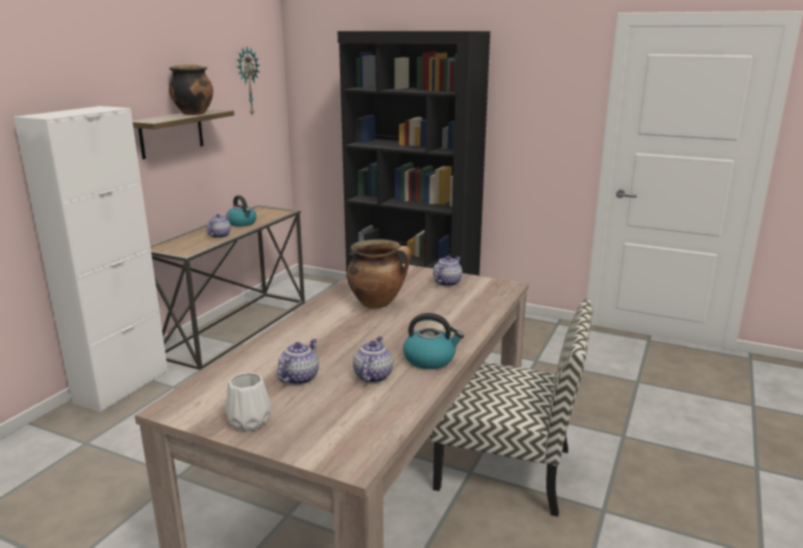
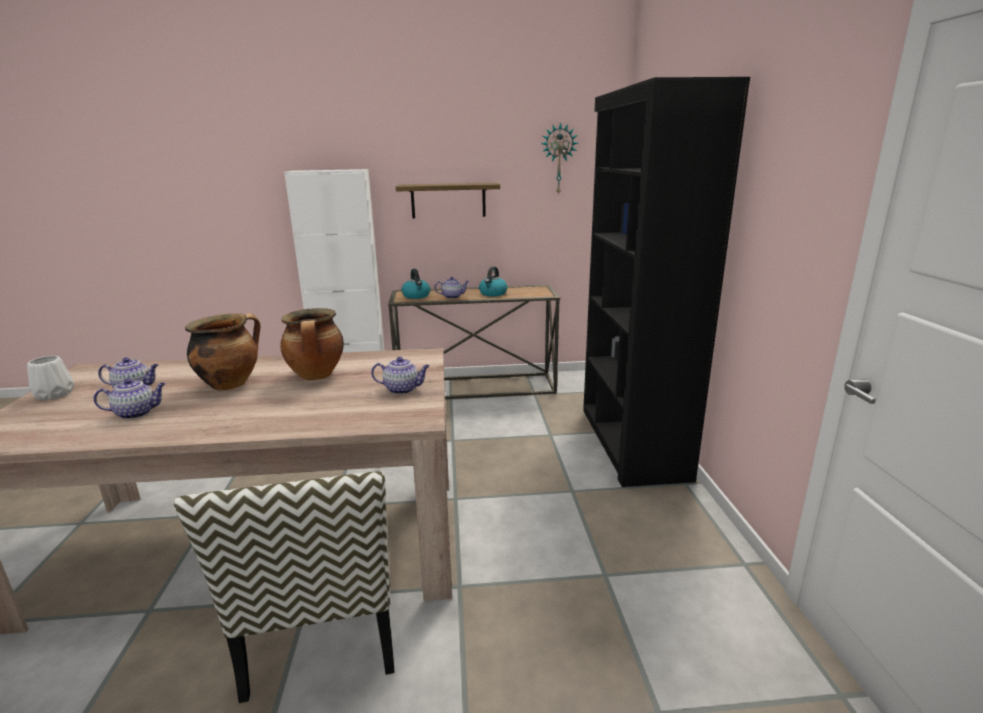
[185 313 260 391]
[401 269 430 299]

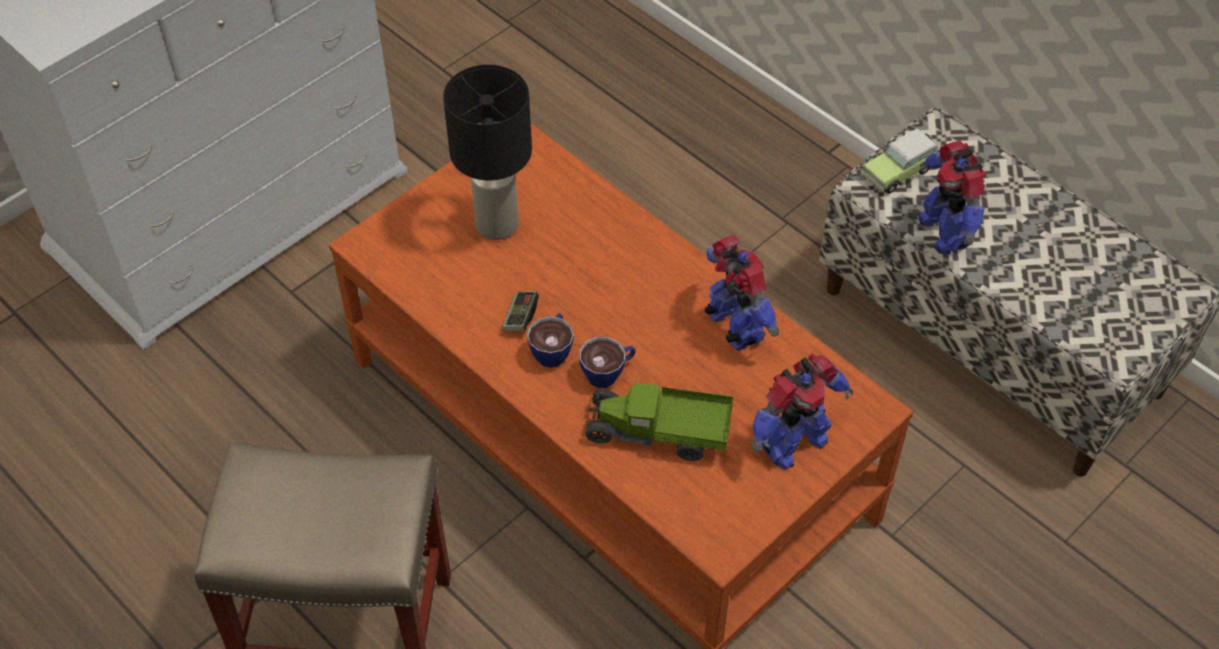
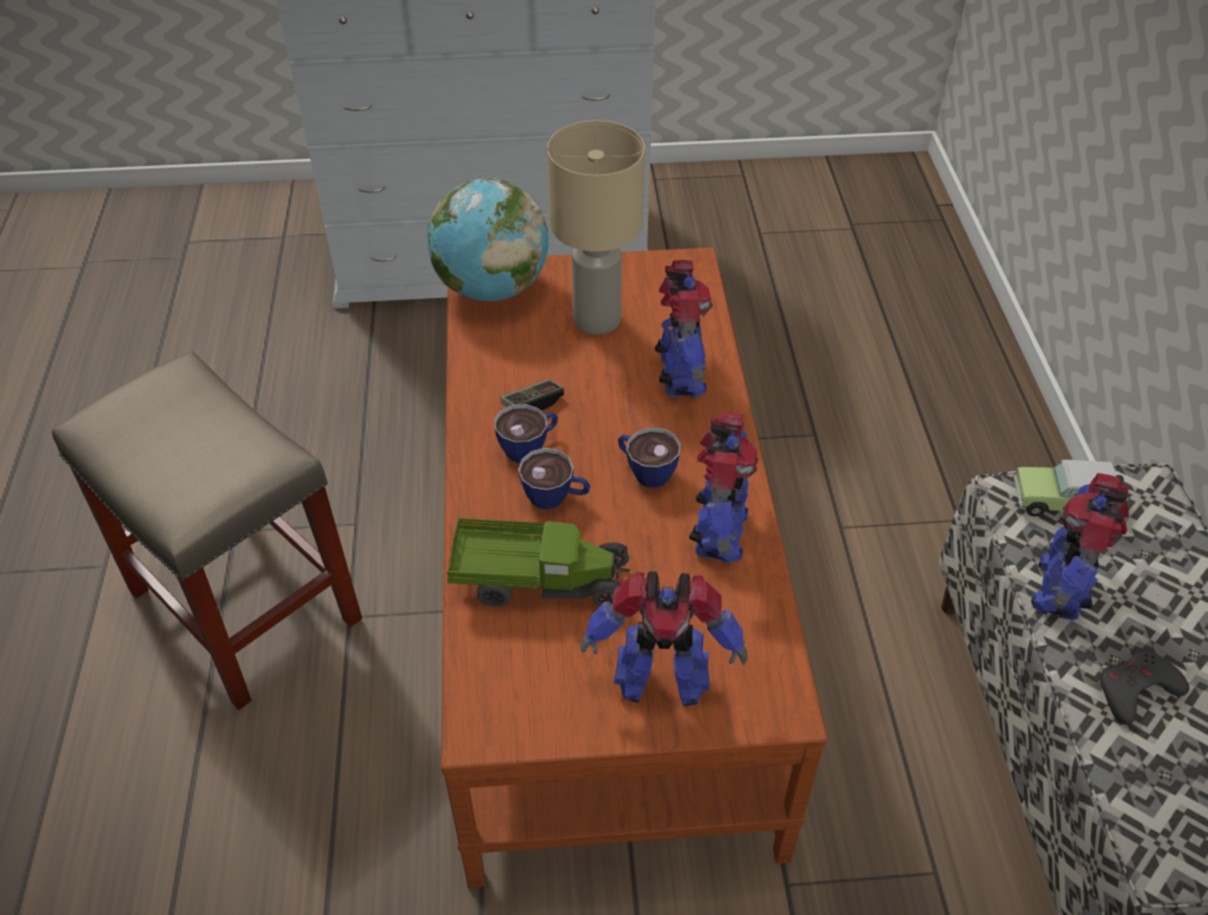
[427 178 549 301]
[446 517 631 606]
[547 120 645 335]
[618 427 681 488]
[655 260 713 398]
[1100 650 1189 725]

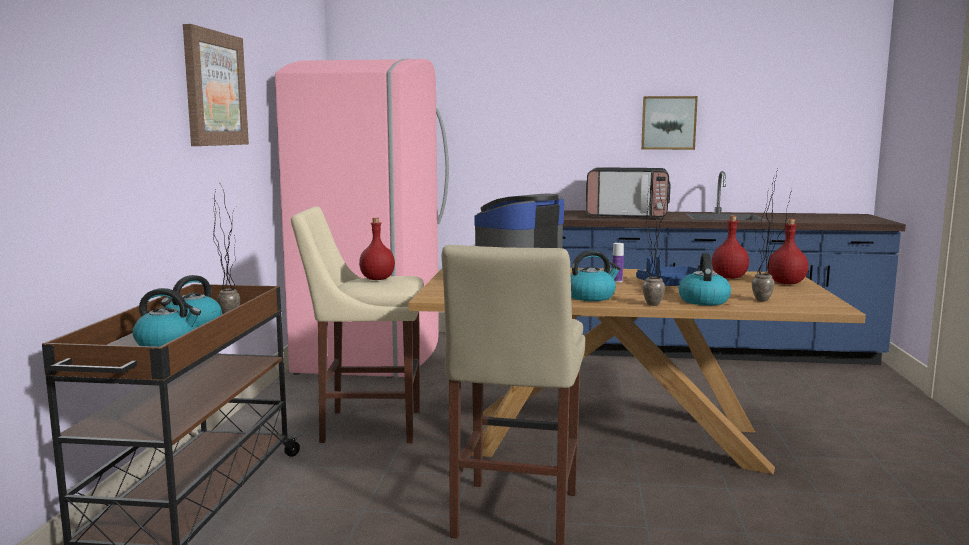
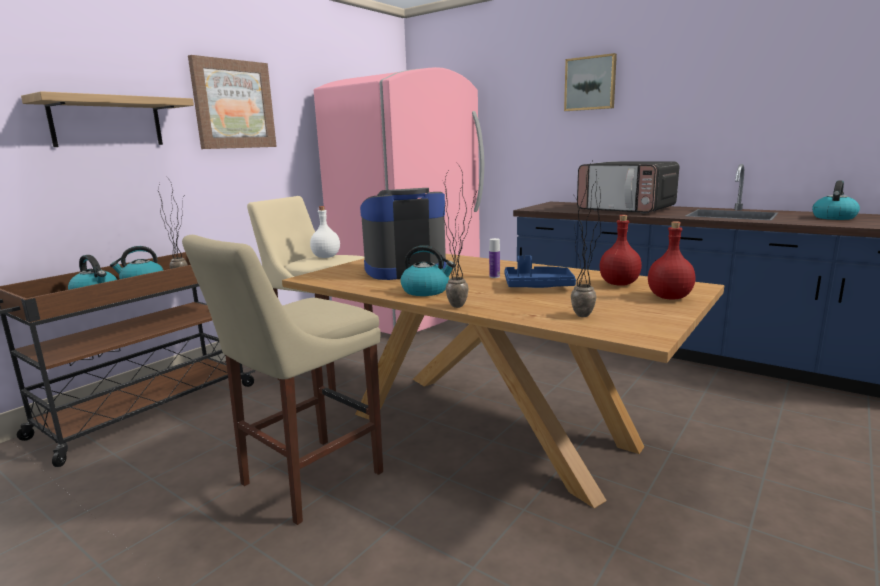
[21 91 194 147]
[310 206 340 258]
[564 53 617 111]
[812 181 860 220]

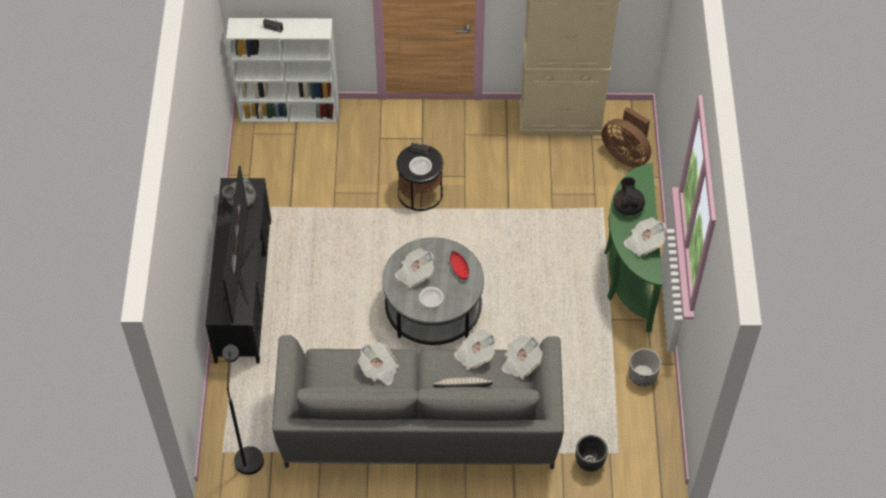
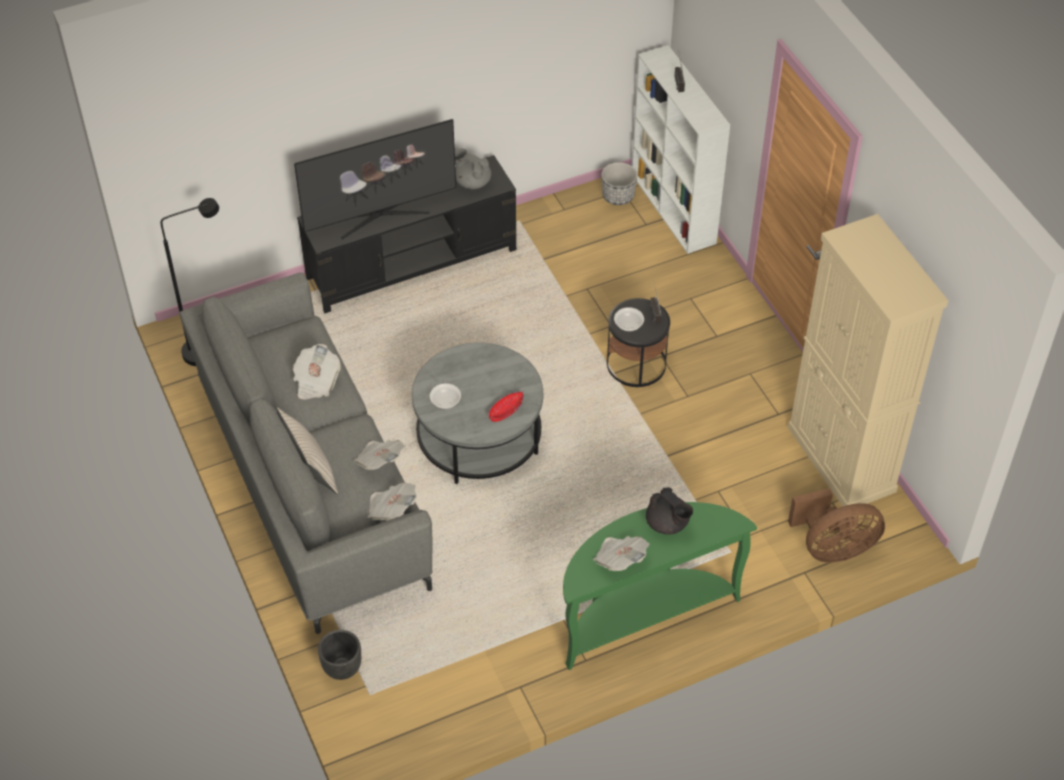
[602 162 637 205]
[646 487 693 534]
[788 488 885 563]
[395 248 434 288] (first image)

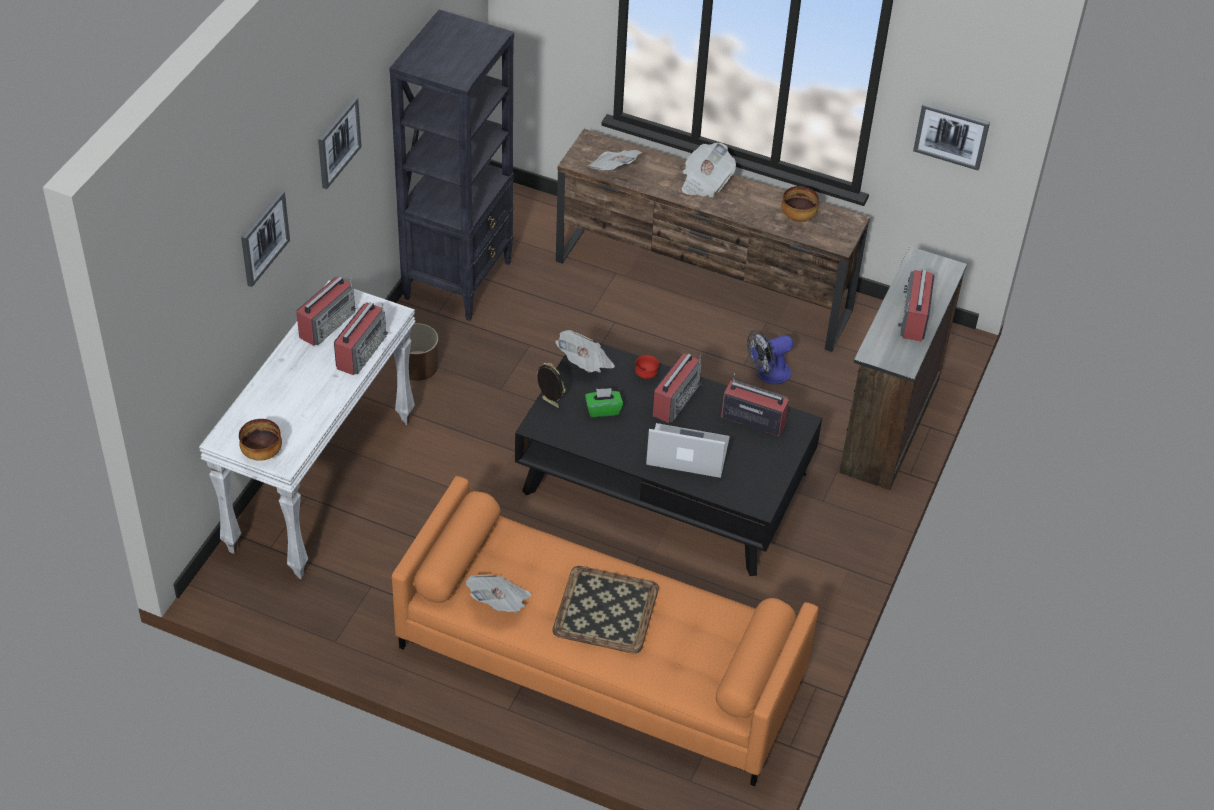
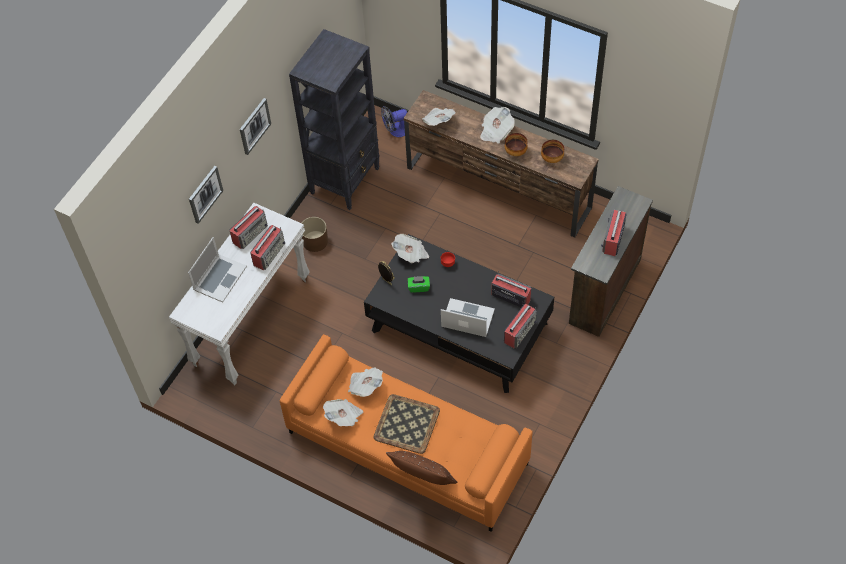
[188 237 247 302]
[348 367 383 397]
[381 106 407 137]
[386 451 458 485]
[504 304 537 348]
[505 133 528 156]
[913 102 990 170] (first image)

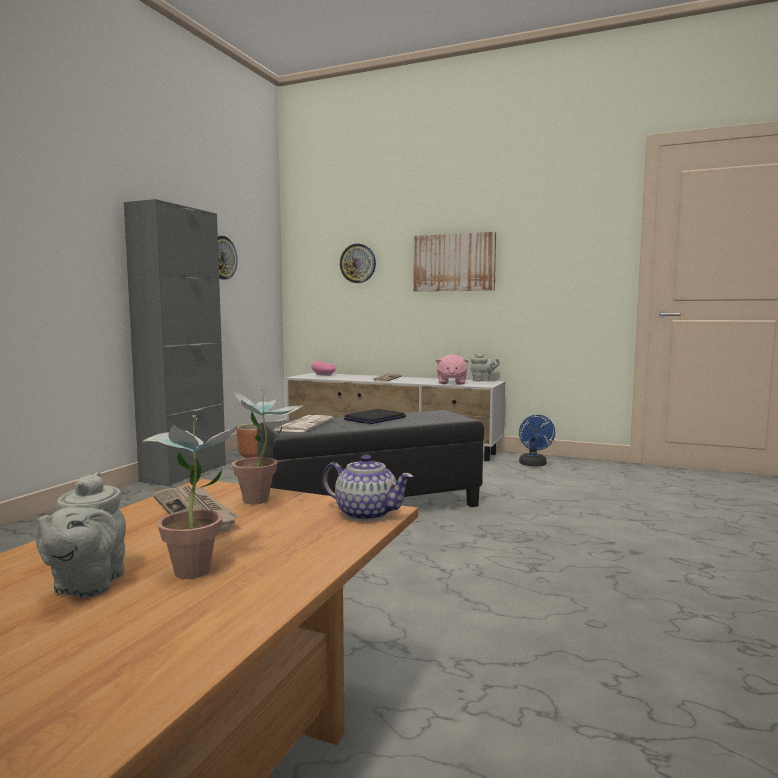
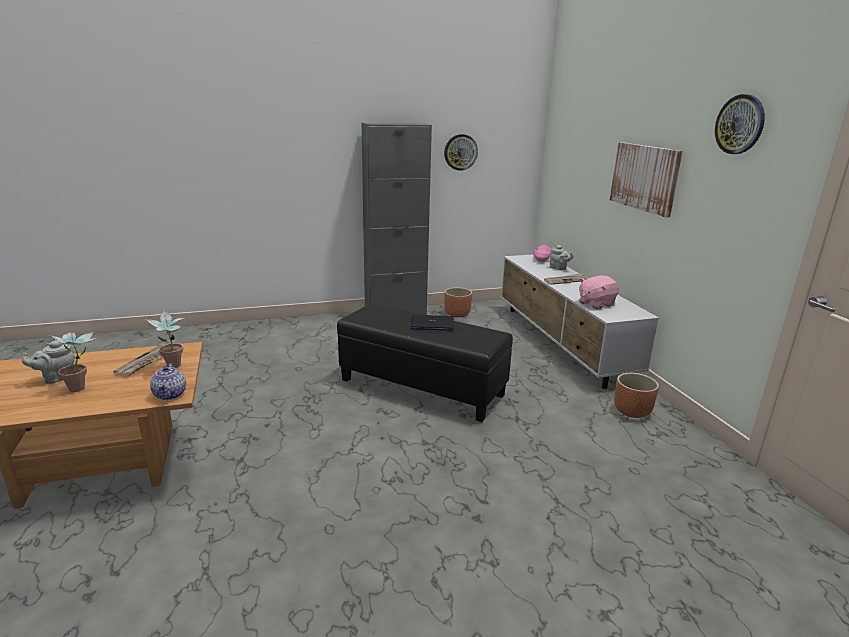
[549 245 574 270]
[614 373 659 418]
[715 94 765 154]
[275 415 333 432] (first image)

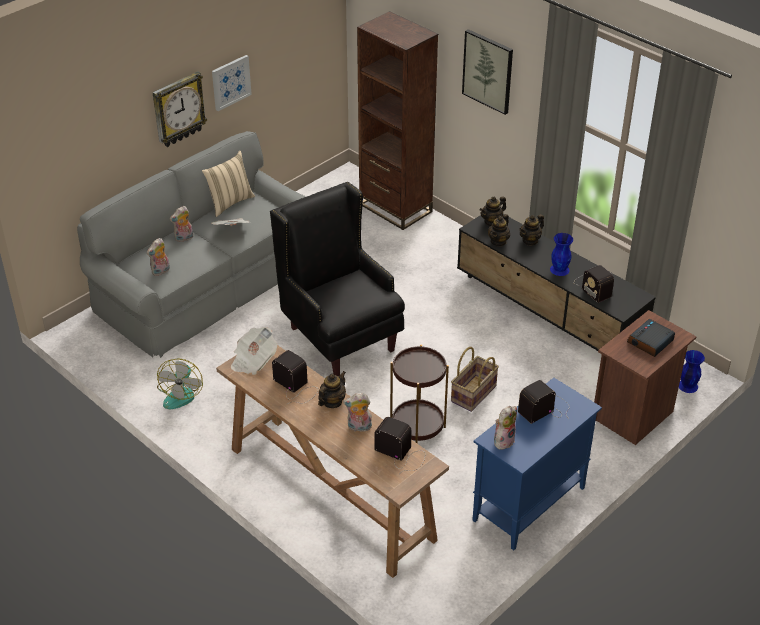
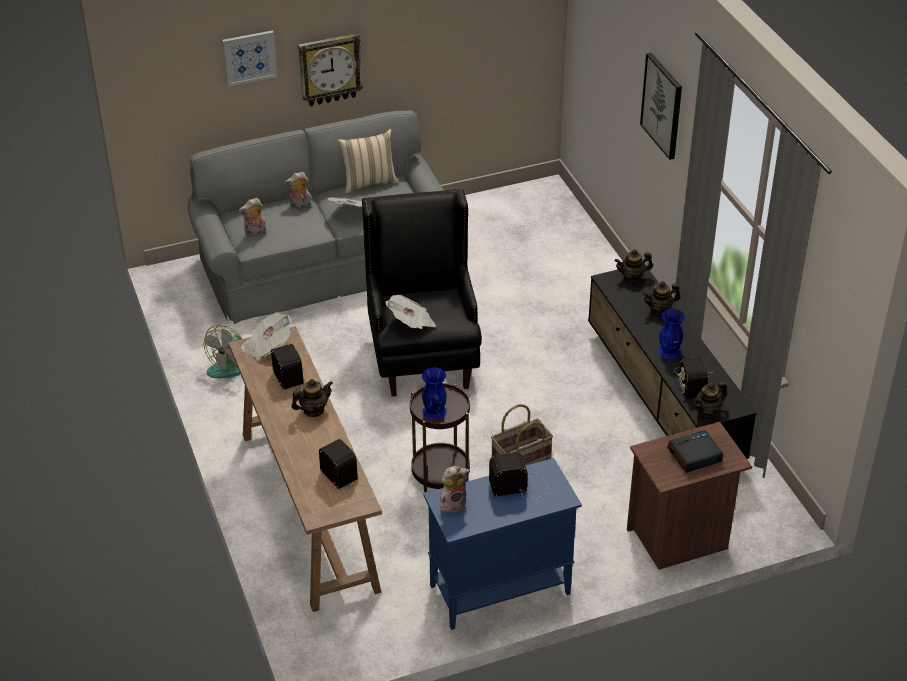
[222 30 277 87]
[385 295 436 329]
[422 367 447 420]
[692 382 727 420]
[343 393 372 432] (first image)
[357 11 438 230] (first image)

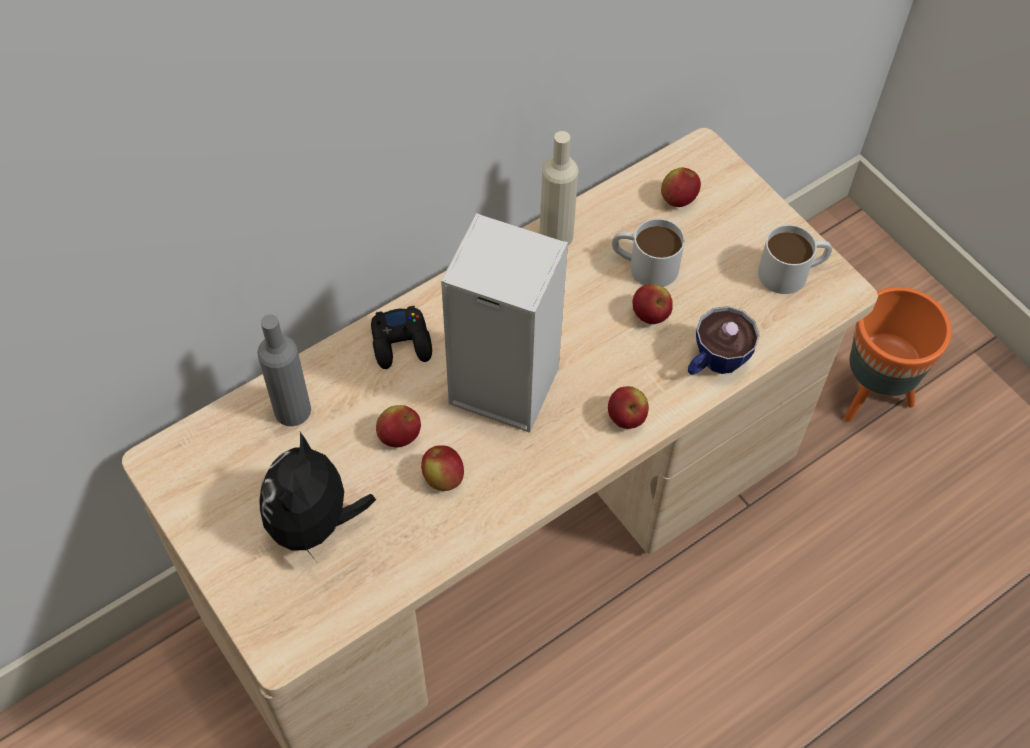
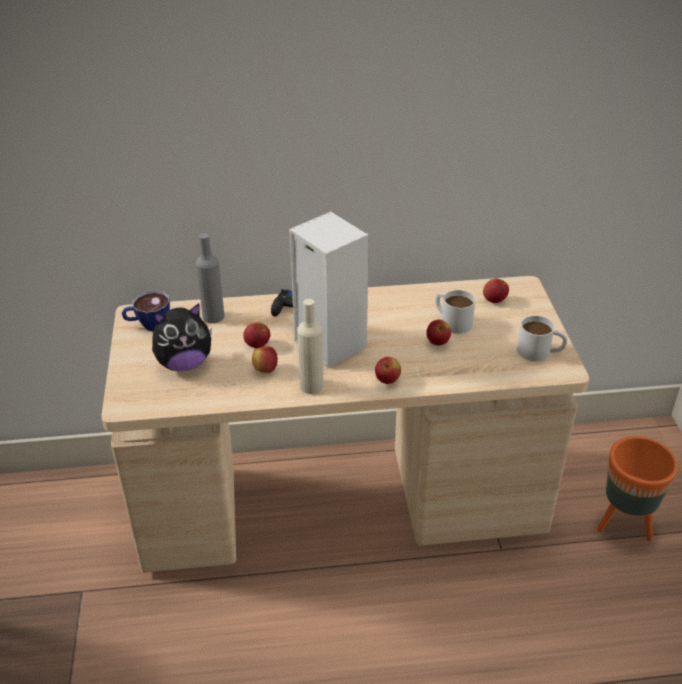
[122 290 170 331]
[152 304 212 371]
[297 299 324 394]

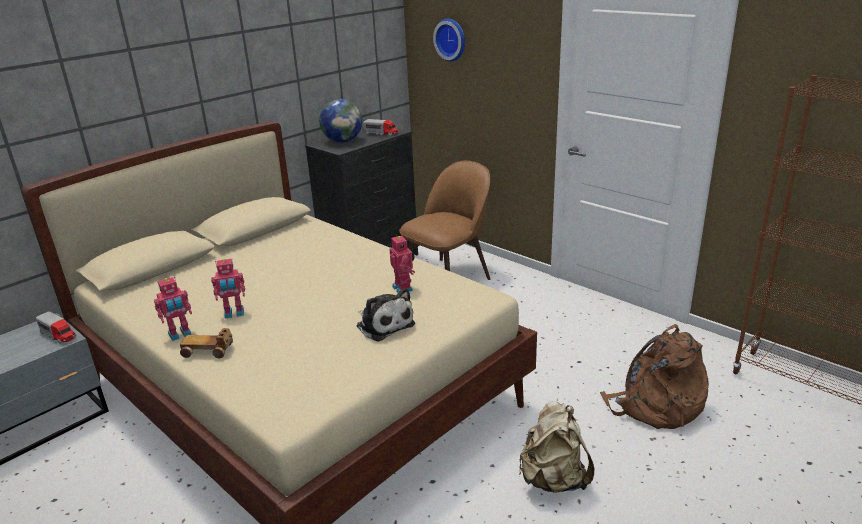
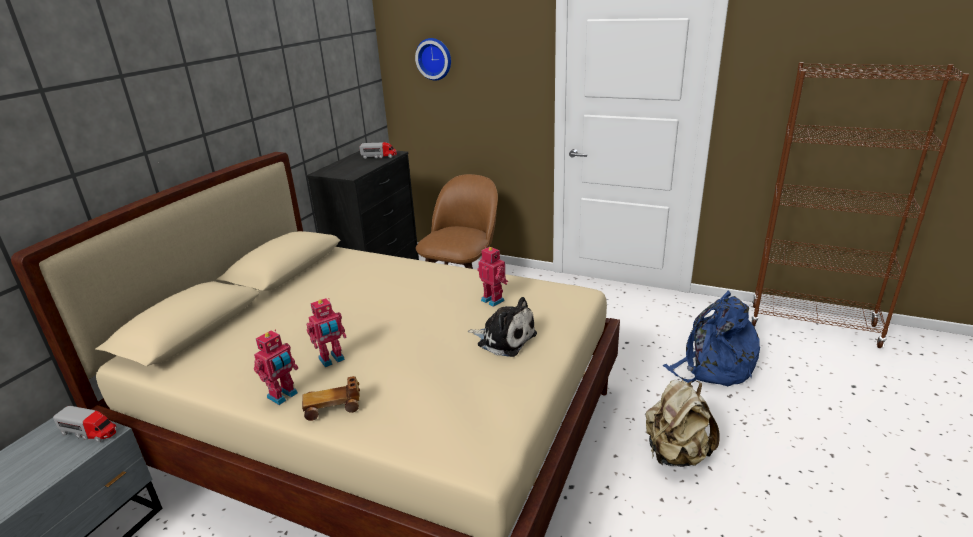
[663 291 760 386]
[319 99 362 143] (first image)

